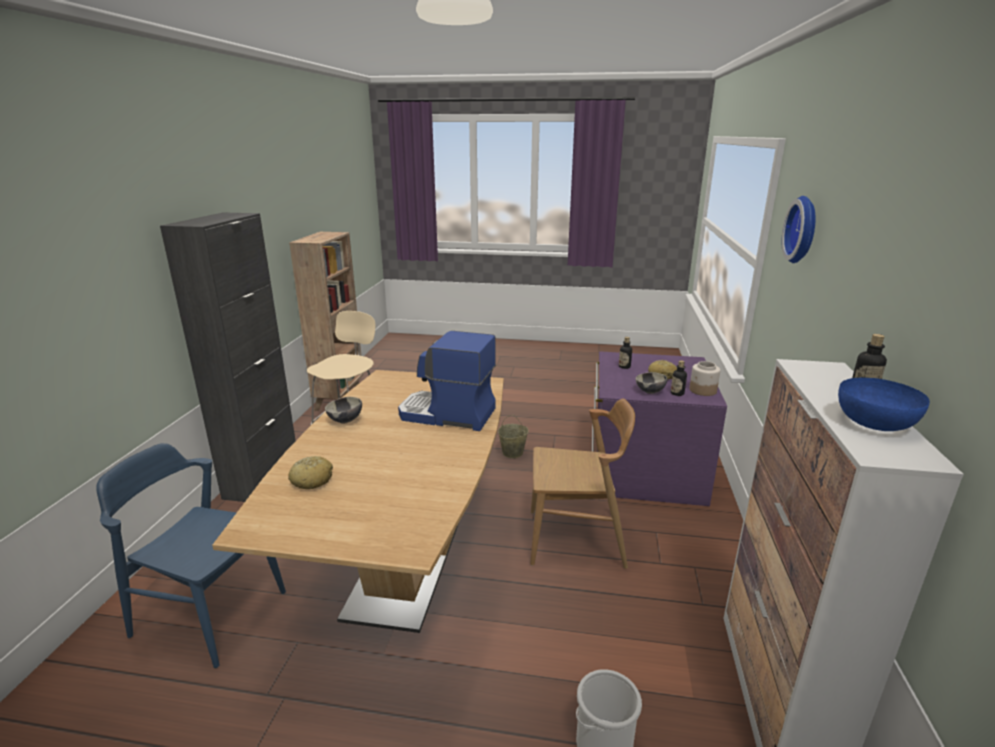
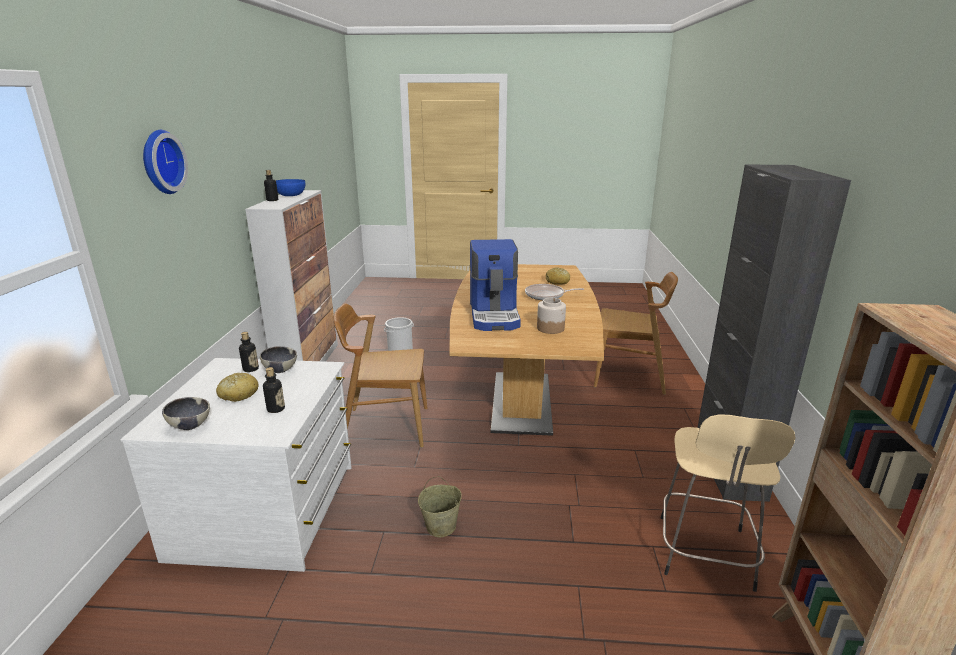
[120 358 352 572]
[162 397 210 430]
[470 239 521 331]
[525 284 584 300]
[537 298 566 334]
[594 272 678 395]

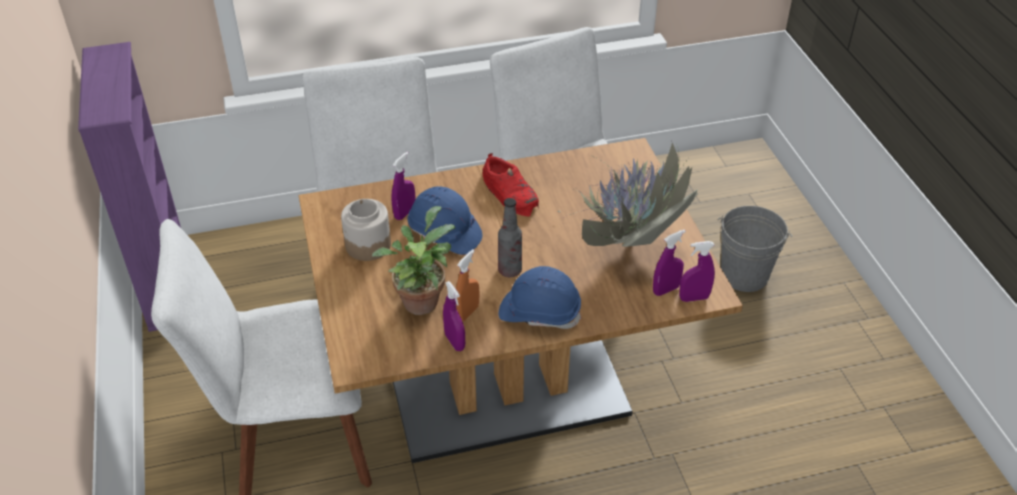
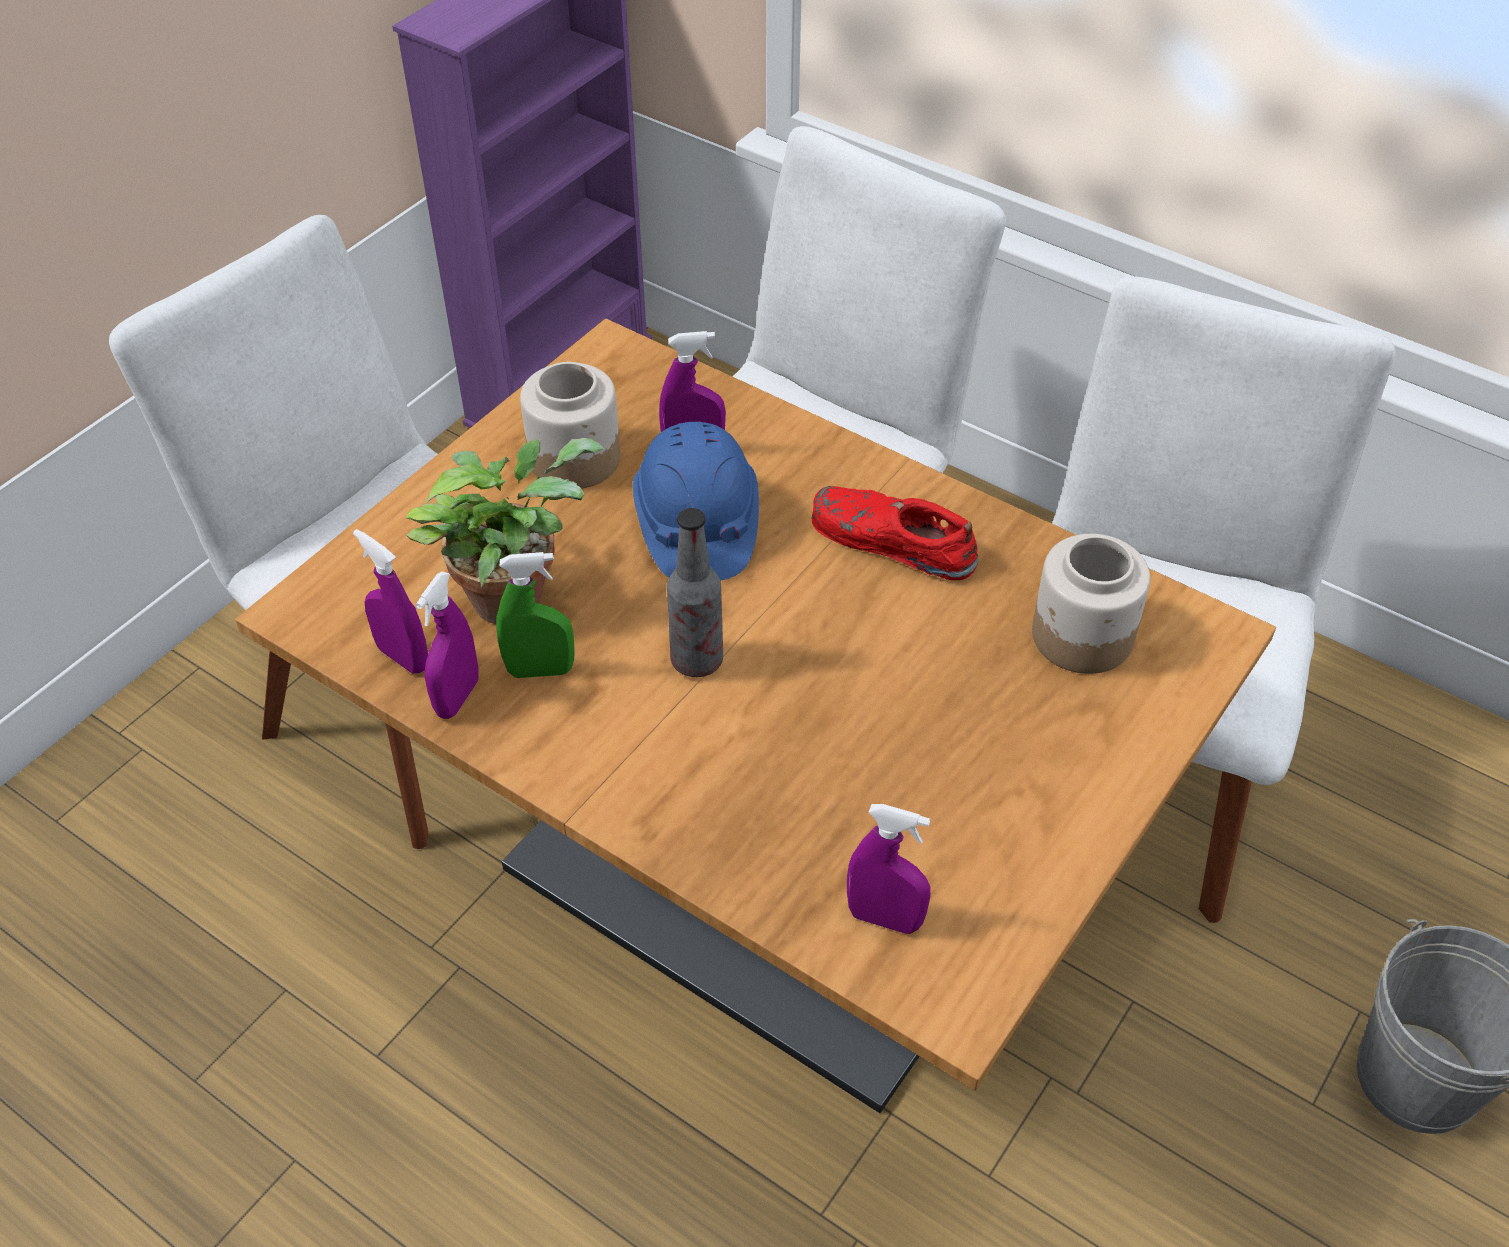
[353 529 428 674]
[496 552 575 678]
[812 486 978 580]
[1032 534 1150 674]
[499 266 581 329] (first image)
[558 142 698 247] (first image)

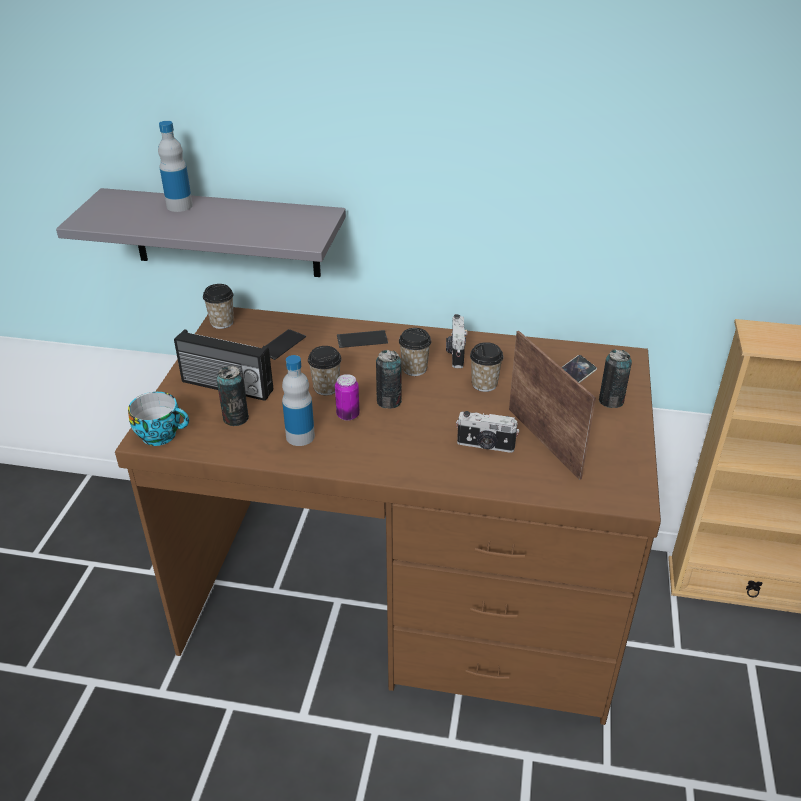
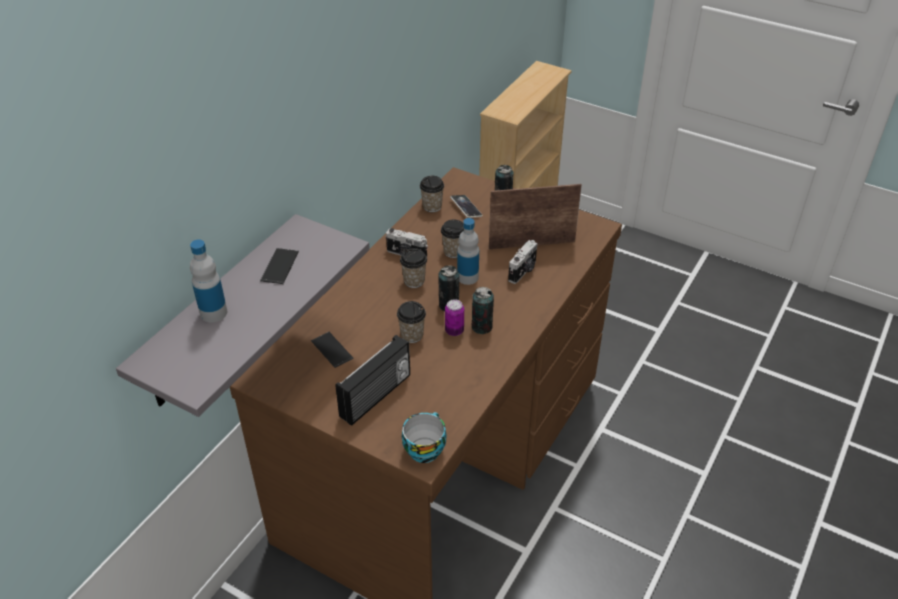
[260 248 299 284]
[420 176 444 212]
[457 218 479 285]
[472 287 494 334]

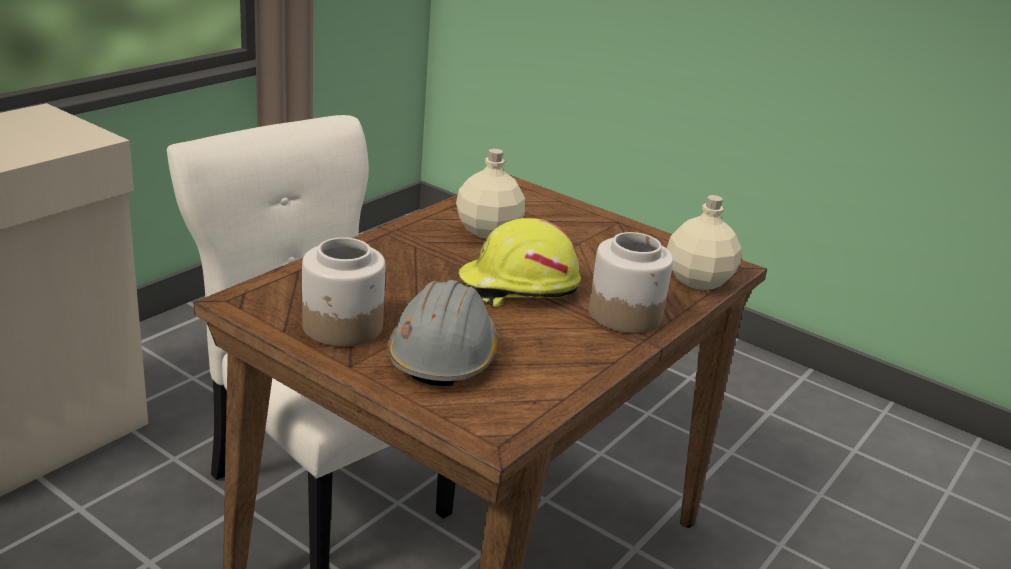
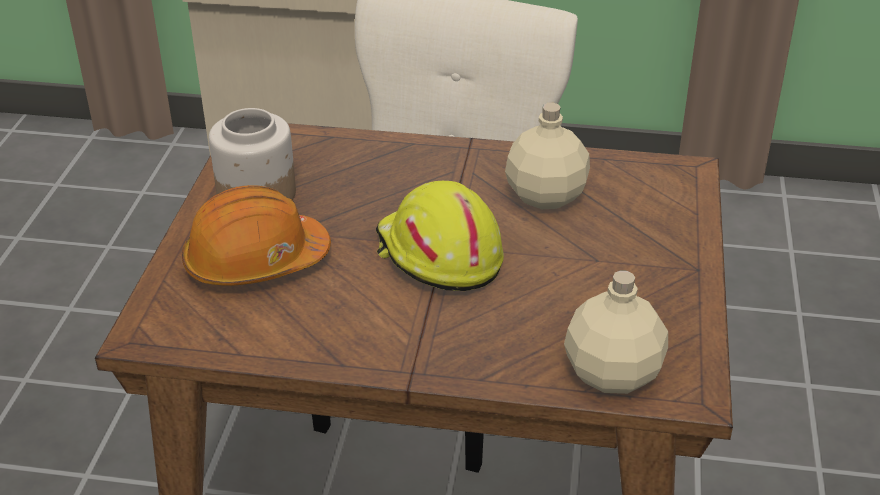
[182 185 331 286]
[589 232 673 334] (first image)

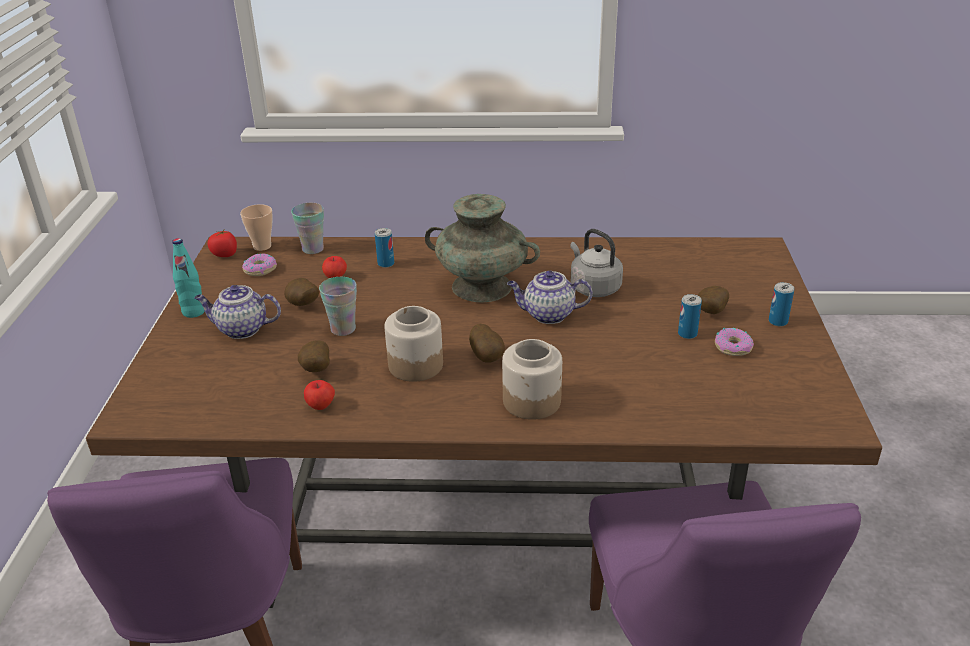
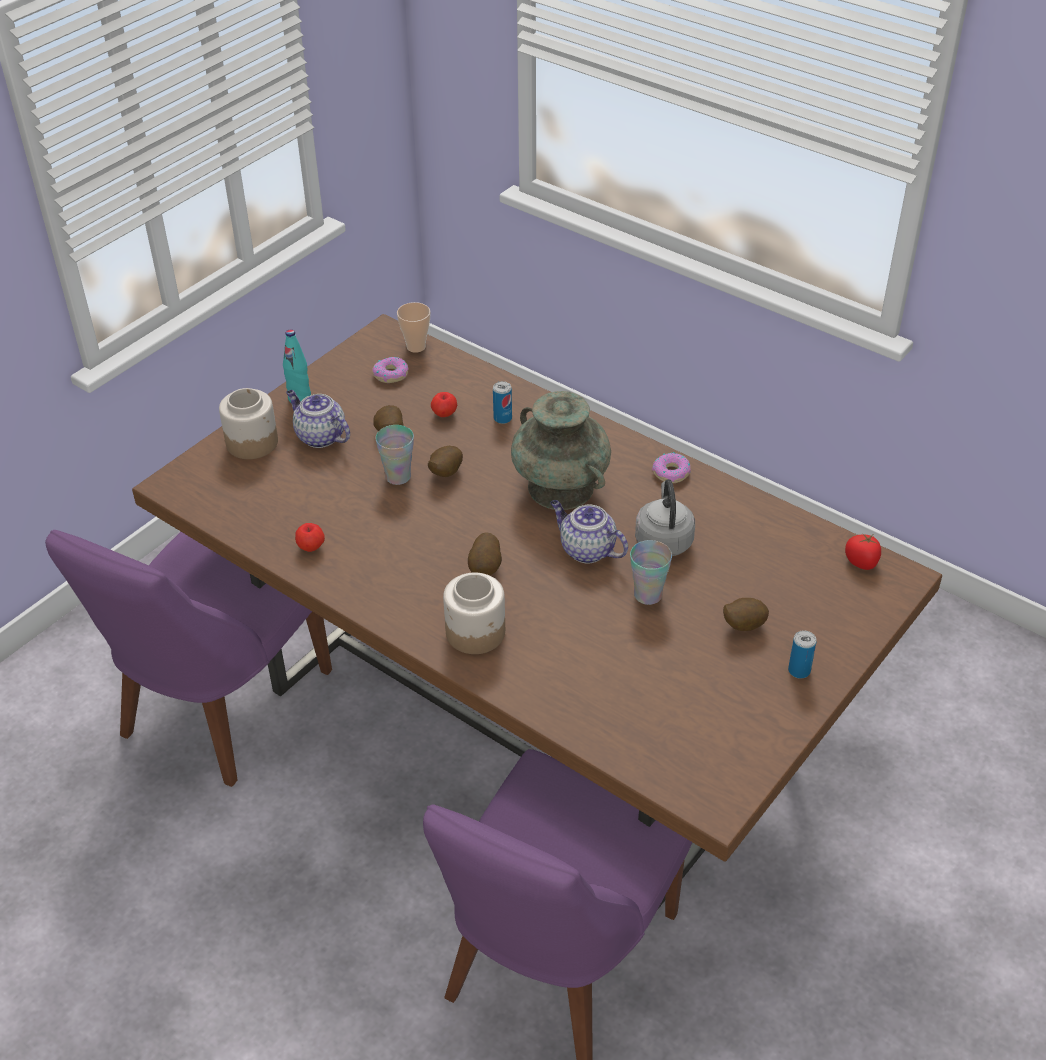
[219 388 278 459]
[428 446 463 477]
[630 540 672 605]
[652 452 691 483]
[845 533 881 570]
[678 294 702 339] (first image)

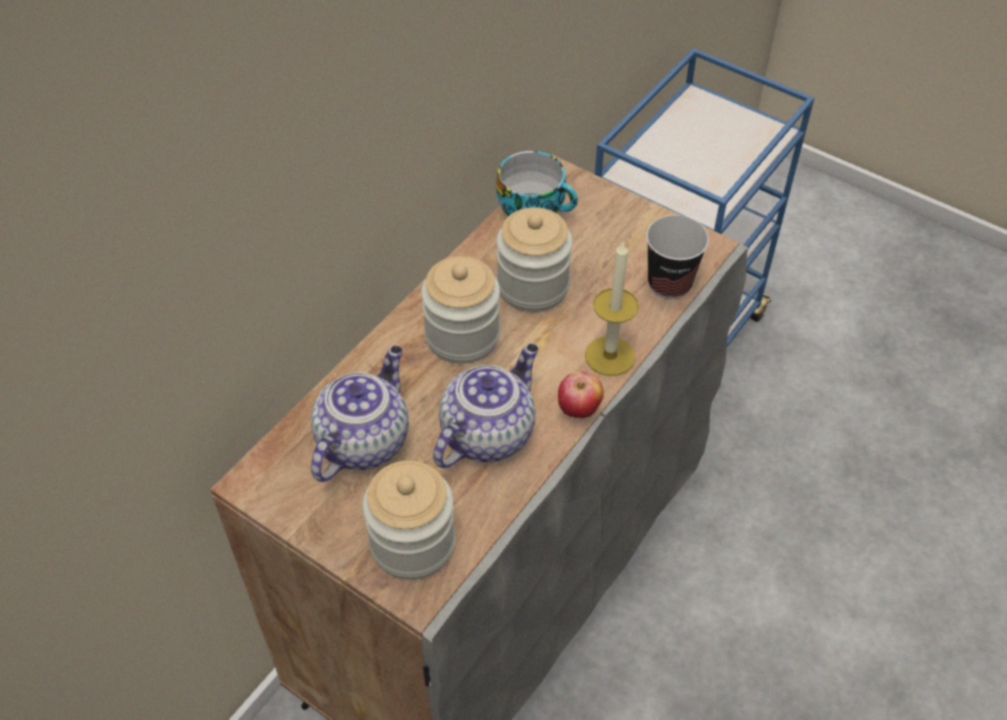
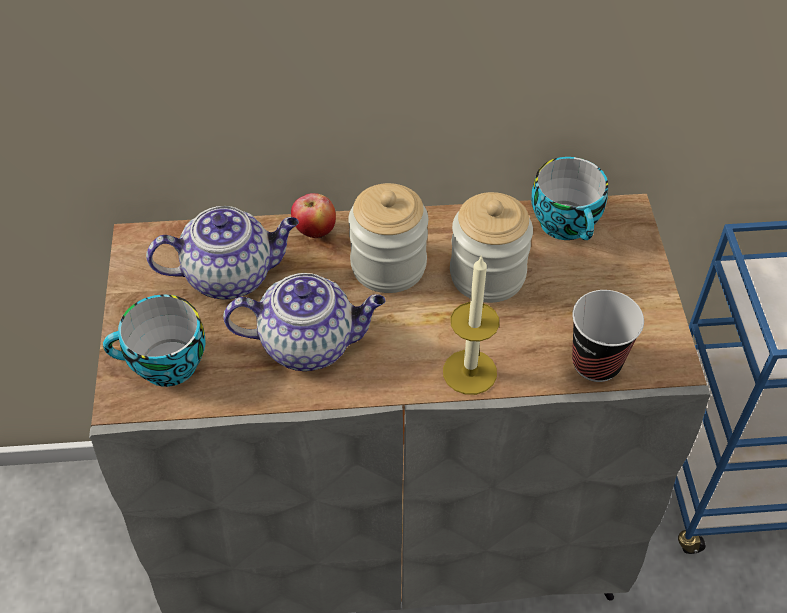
[103 294 206 387]
[291 193 336 238]

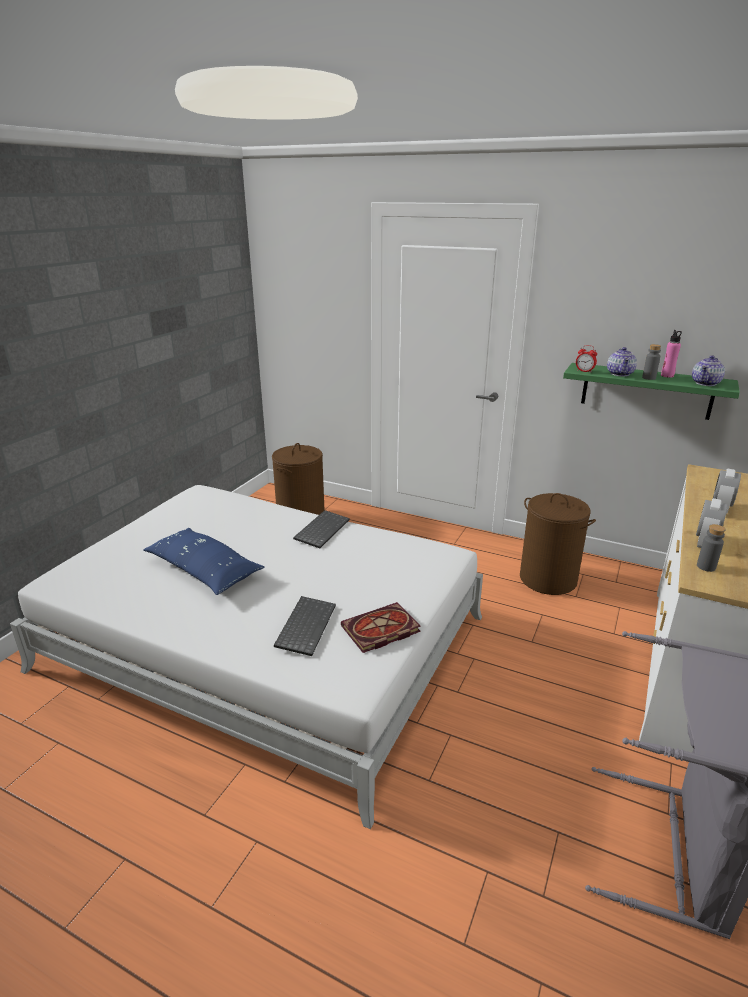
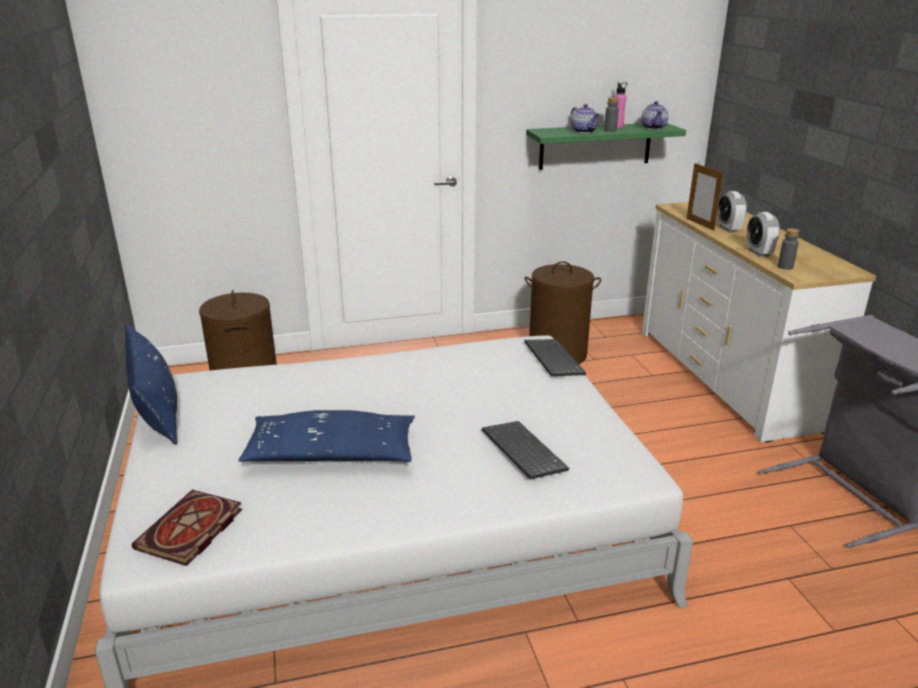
[125 324 177 445]
[131 490 242 566]
[524 339 586 376]
[687 163 724 231]
[576 345 597 373] (first image)

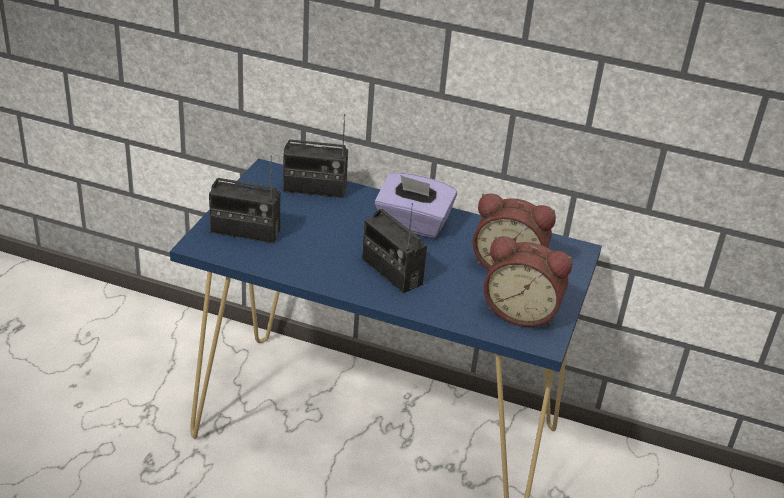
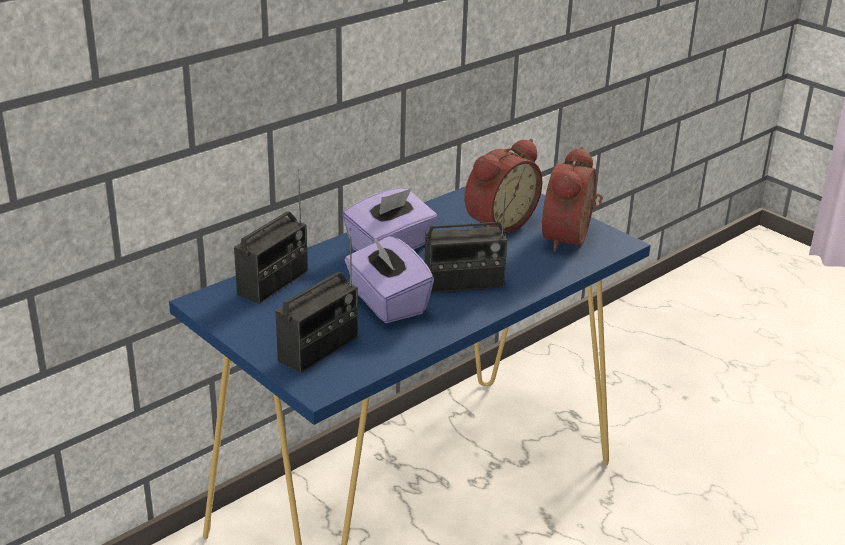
[345 236 434 323]
[542 147 603 252]

